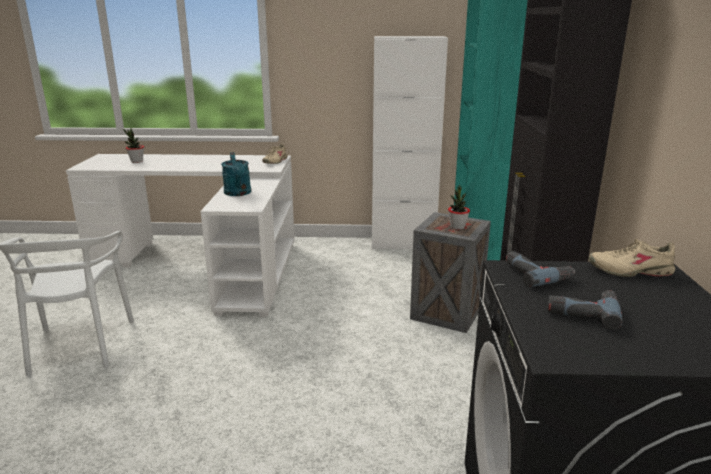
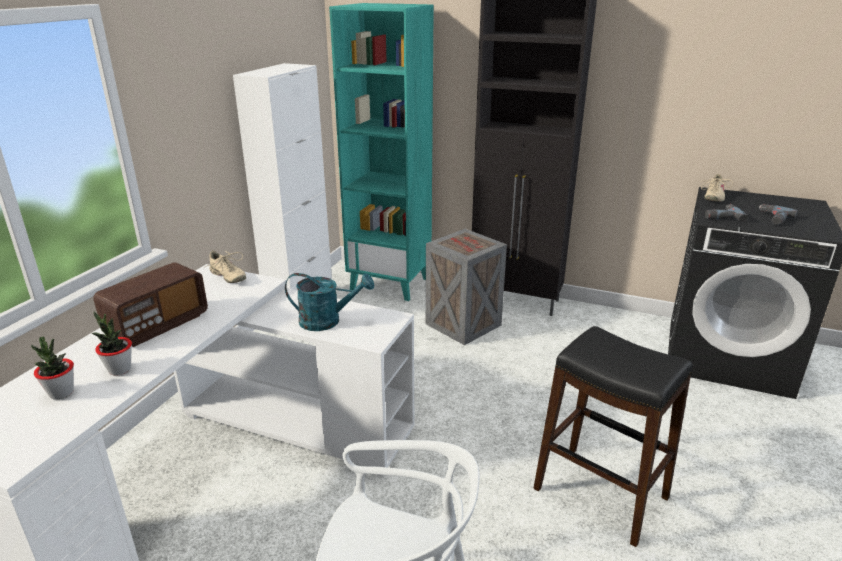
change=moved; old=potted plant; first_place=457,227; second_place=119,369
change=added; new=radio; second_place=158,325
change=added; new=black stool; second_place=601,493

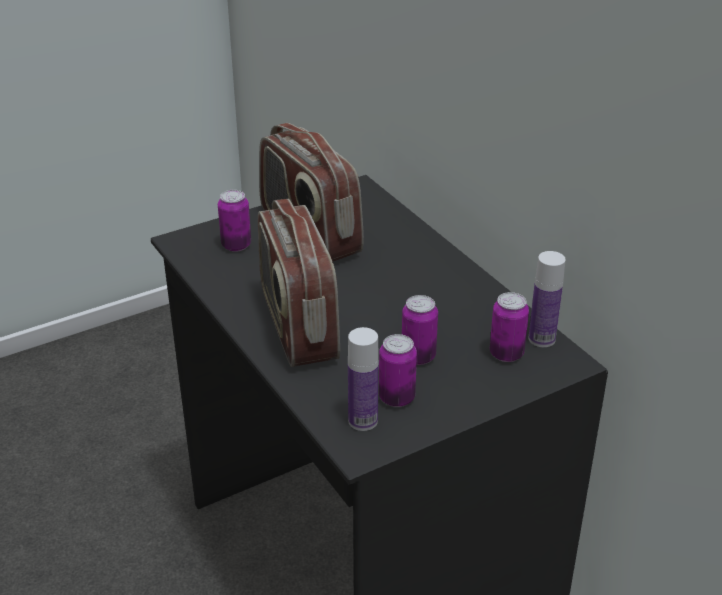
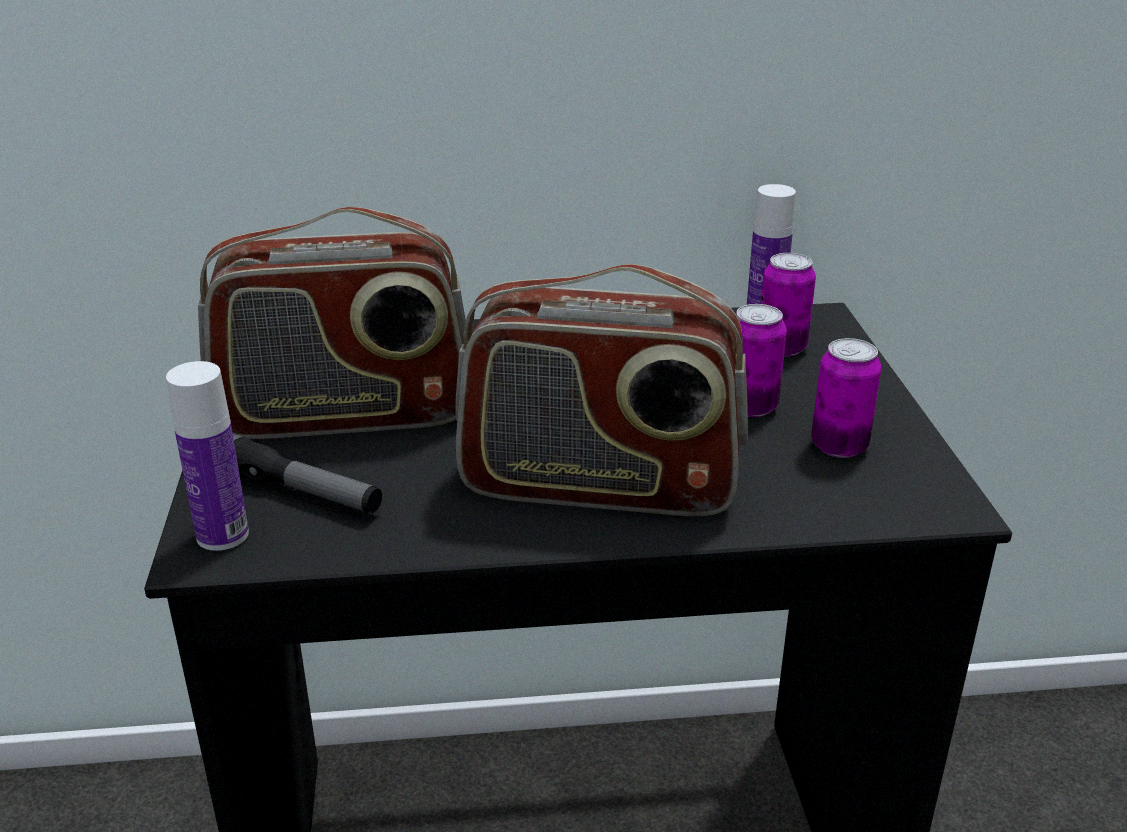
change=replaced; old=can; new=flashlight; first_place=236,245; second_place=297,491
change=moved; old=bottle; first_place=363,421; second_place=222,535

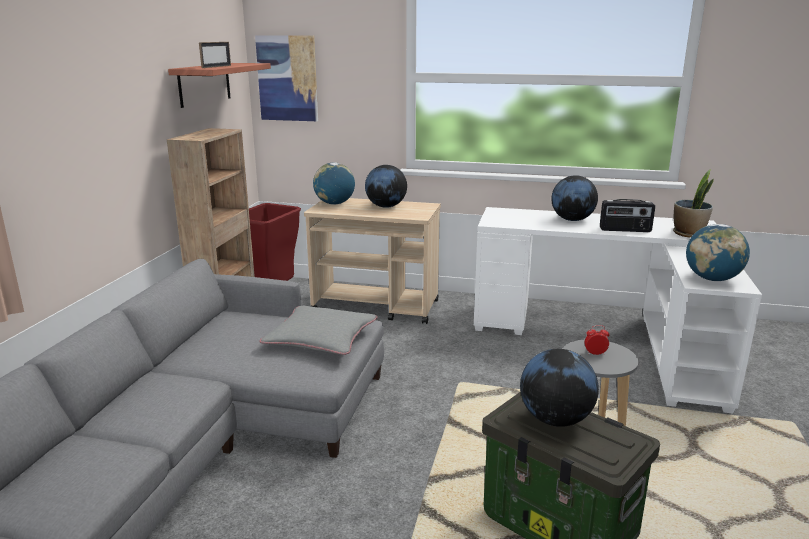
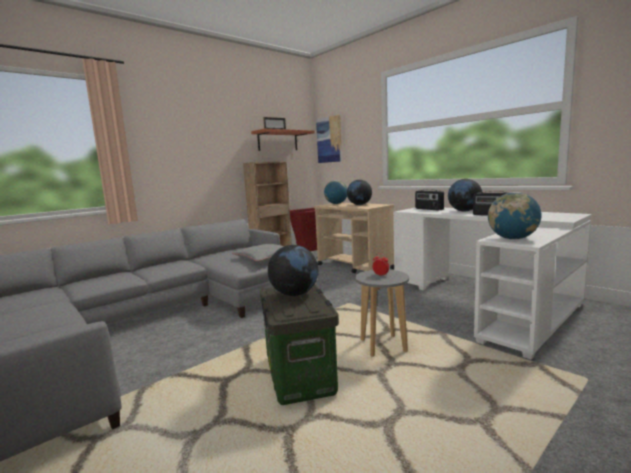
change=removed; old=potted plant; first_place=688,234
change=added; new=radio; second_place=428,209

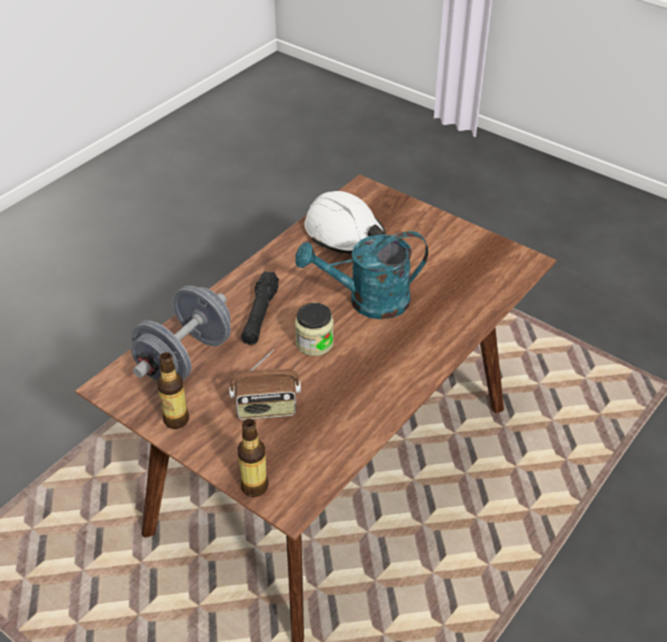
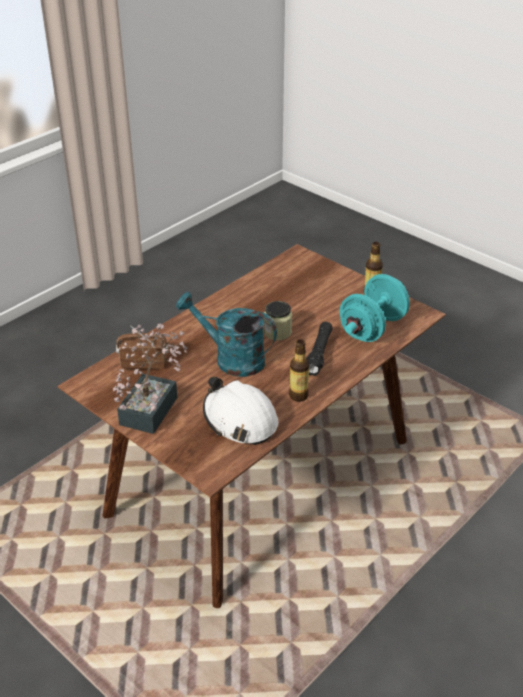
change=turned; old=turquoise watering can; first_place=368,302; second_place=231,359; degrees=-150
change=recoloured; old=grey dumbbell; new=turquoise dumbbell; first_place=185,358; second_place=372,328
change=moved; old=radio; first_place=266,409; second_place=144,362
change=moved; old=bottle; first_place=254,486; second_place=298,396
change=added; new=potted plant; second_place=153,406

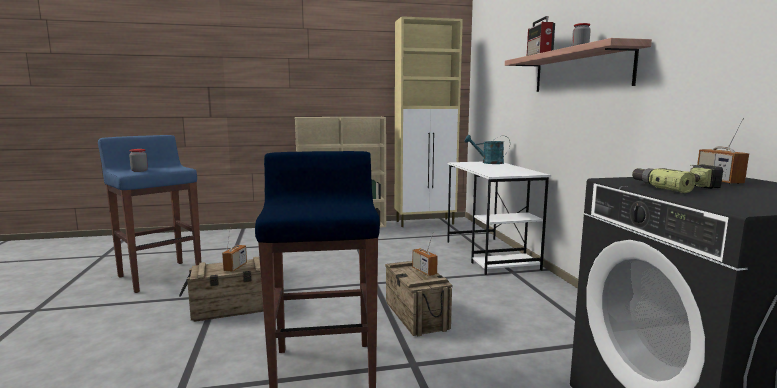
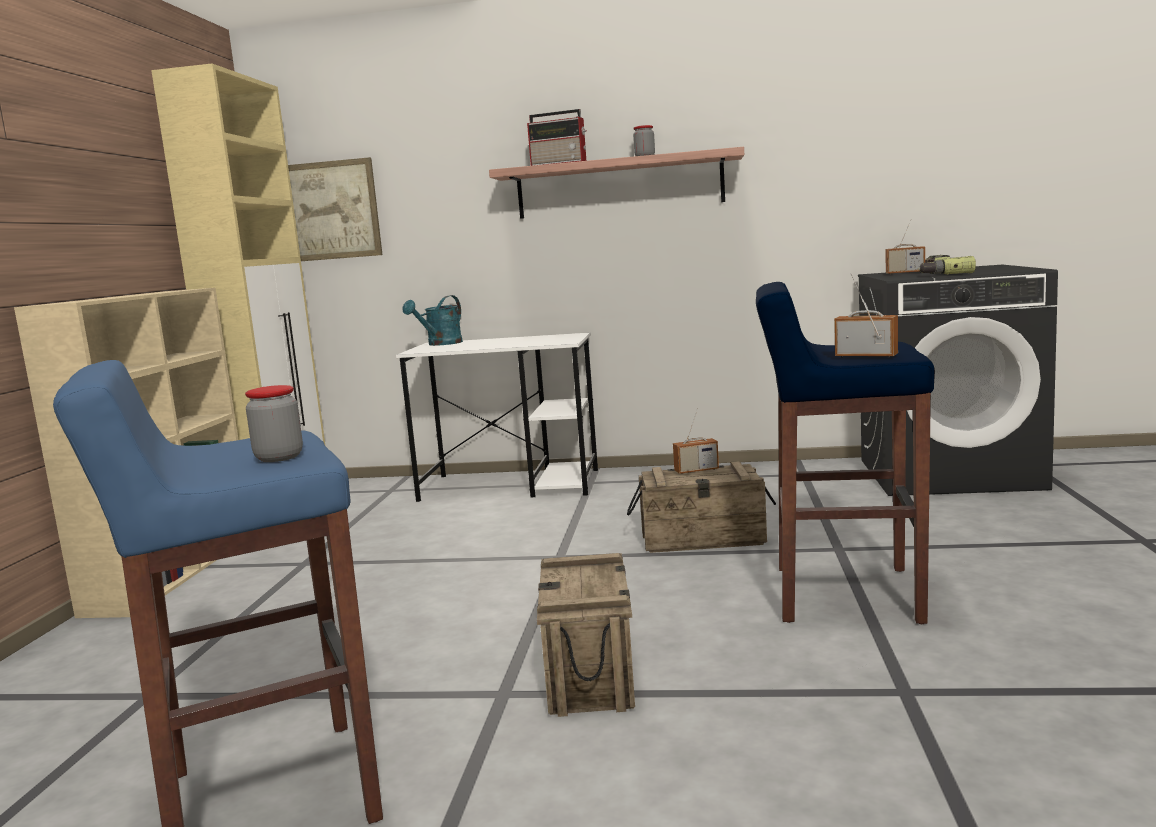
change=moved; old=radio; first_place=235,267; second_place=866,356
change=added; new=picture; second_place=331,210

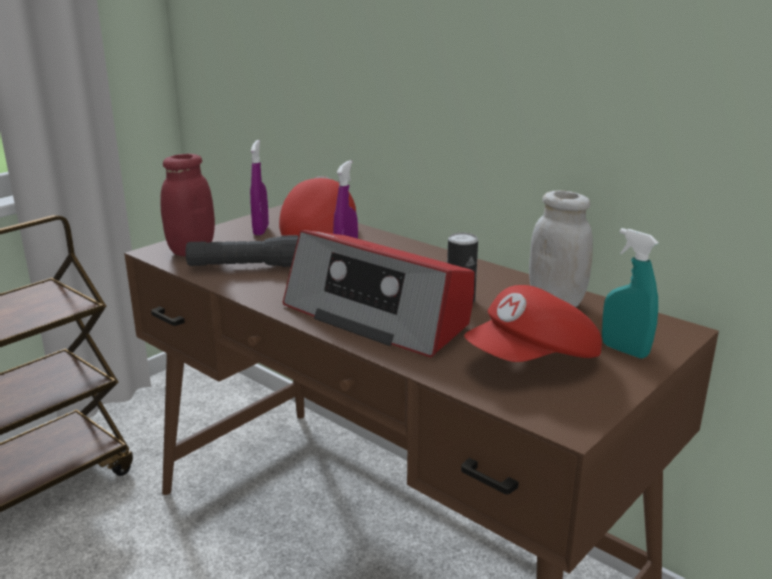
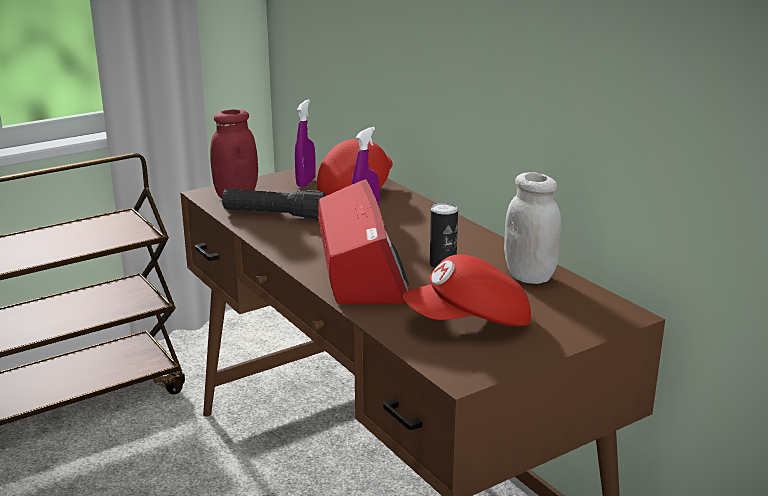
change=removed; old=turquoise spray bottle; first_place=624,350
change=turned; old=radio; first_place=379,315; second_place=362,270; degrees=-150

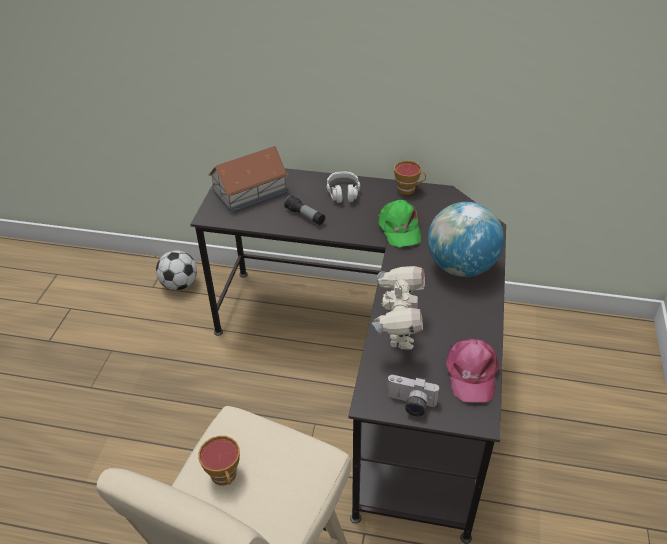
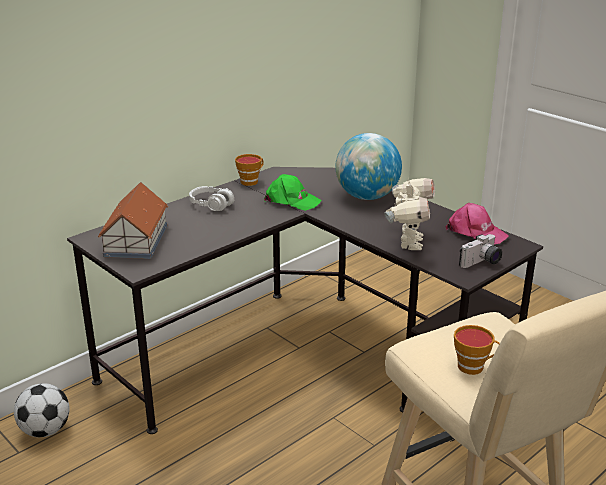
change=removed; old=flashlight; first_place=305,216
change=turned; old=toy robot; first_place=398,335; second_place=408,243; degrees=60

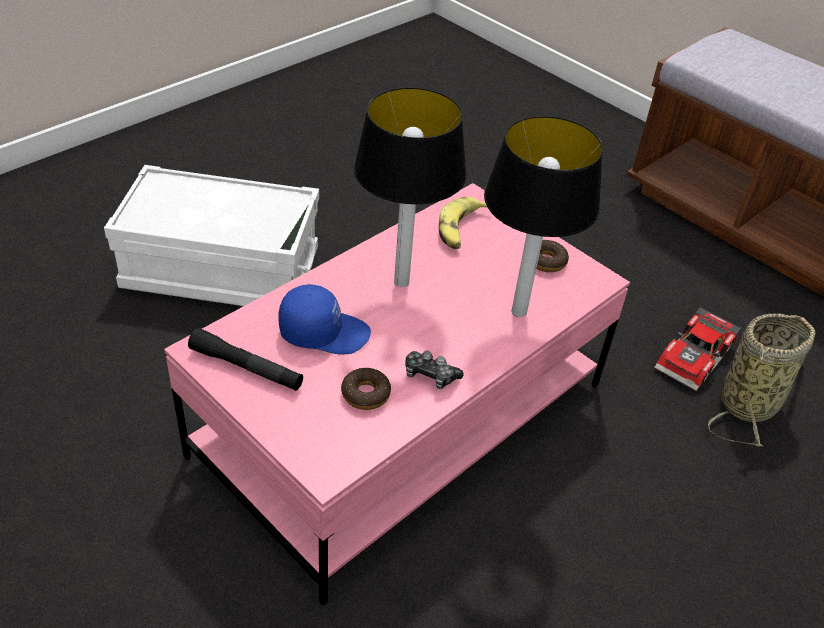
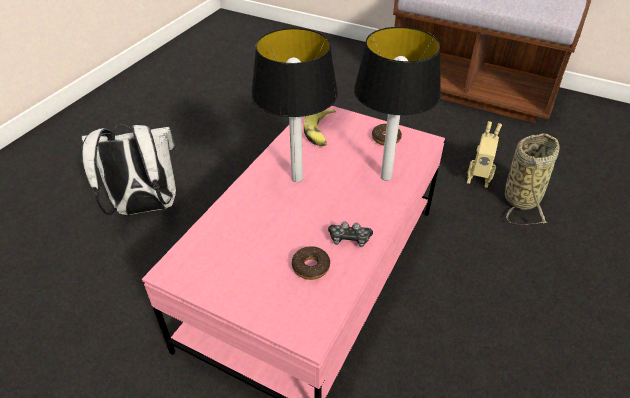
change=replaced; old=white storage box; new=white backpack; first_place=221,270; second_place=145,207
change=removed; old=blue cap; first_place=324,331
change=replaced; old=toy car; new=toy robot; first_place=696,358; second_place=478,179
change=removed; old=black flashlight; first_place=246,367

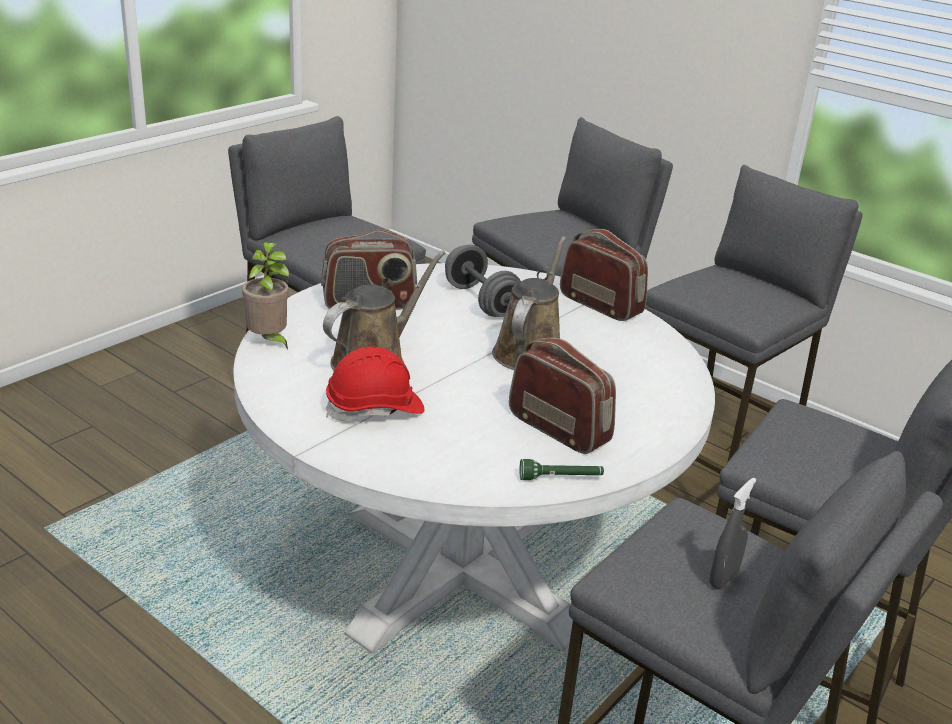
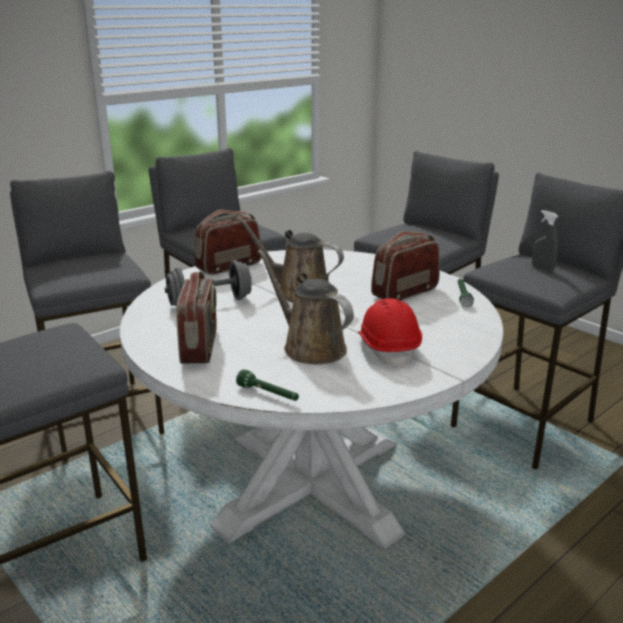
change=replaced; old=potted plant; new=green flashlight; first_place=269,342; second_place=268,394

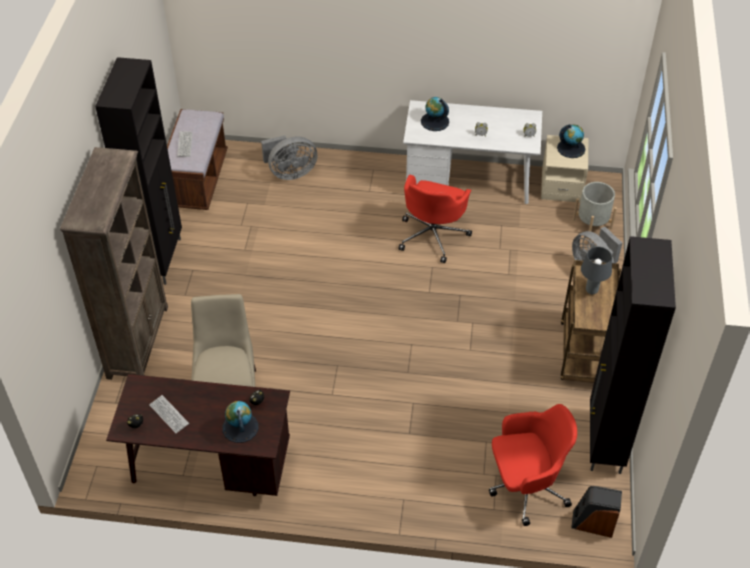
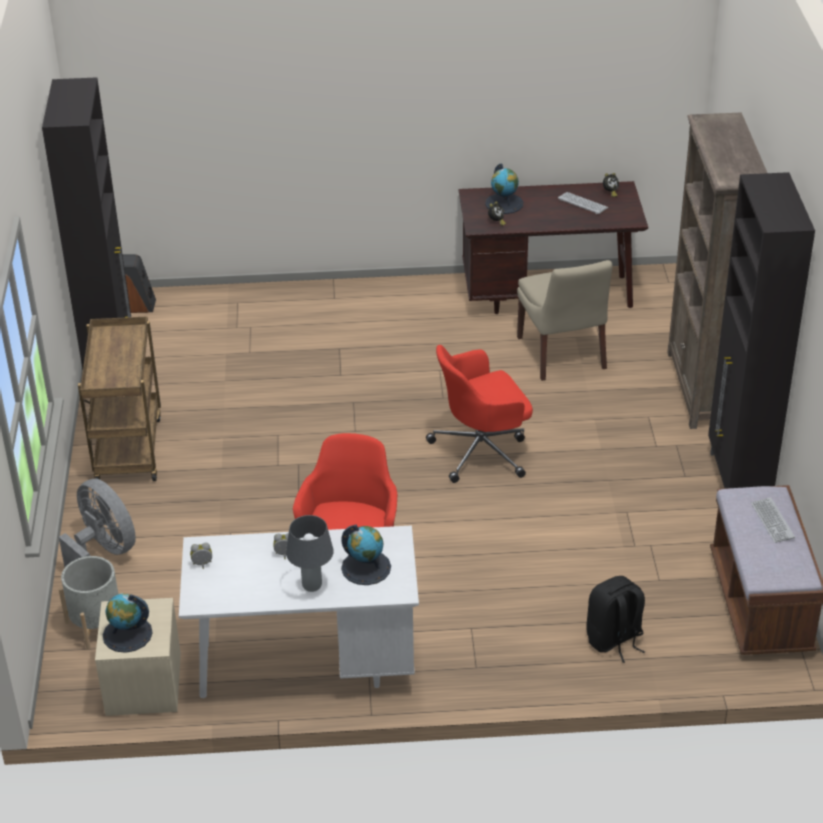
change=replaced; old=grey fan; new=black backpack; first_place=290,173; second_place=614,640
change=moved; old=grey table lamp; first_place=591,290; second_place=312,586
change=moved; old=red office chair; first_place=525,486; second_place=482,451

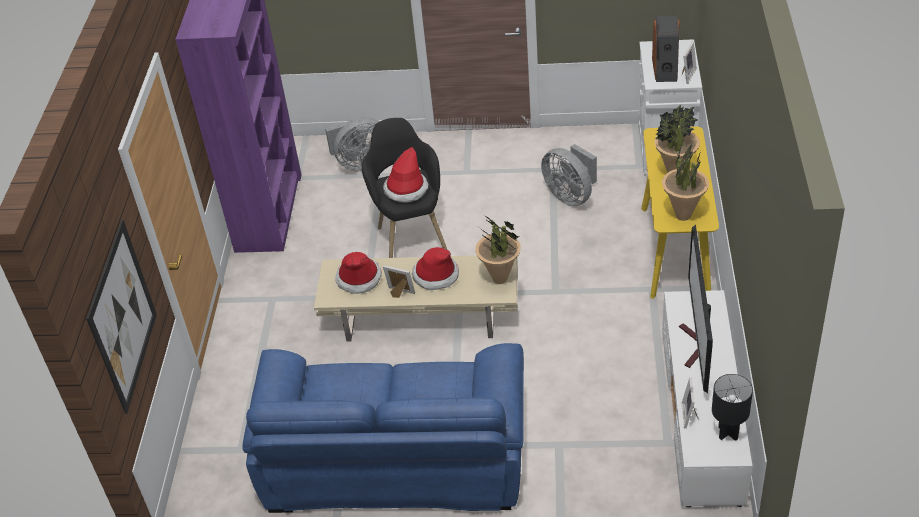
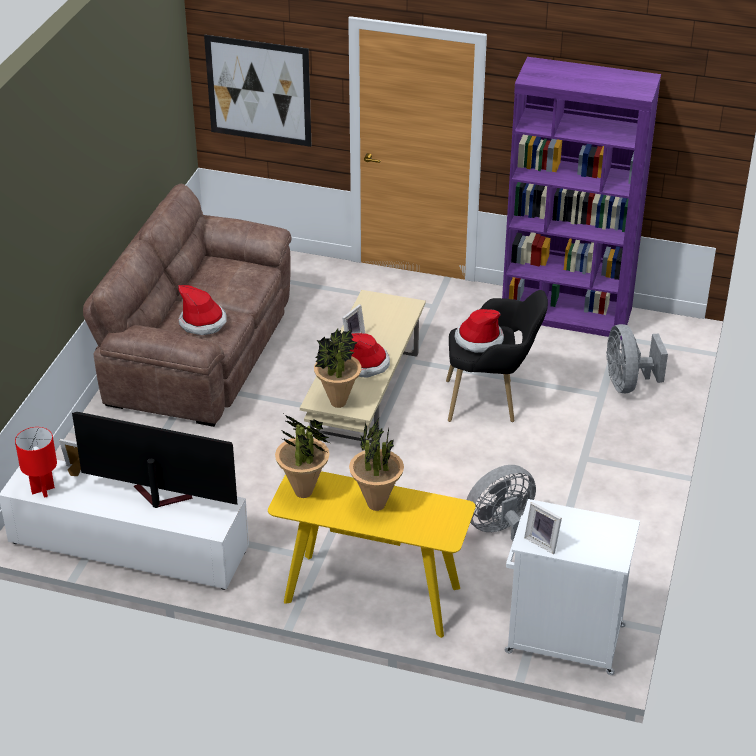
change=removed; old=speaker; first_place=665,69
change=moved; old=hat; first_place=359,278; second_place=203,322
change=recoloured; old=blue sofa; new=brown sofa; first_place=395,461; second_place=197,352
change=recoloured; old=black table lamp; new=red table lamp; first_place=728,432; second_place=43,490

